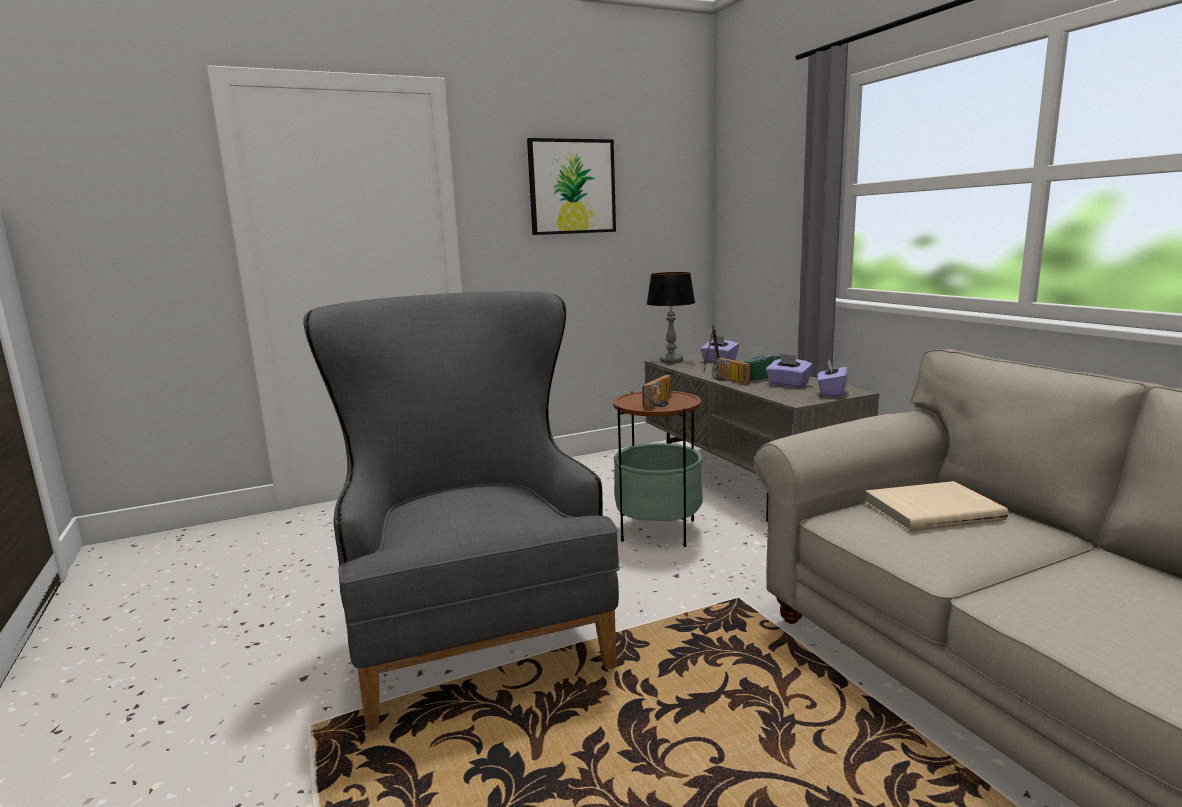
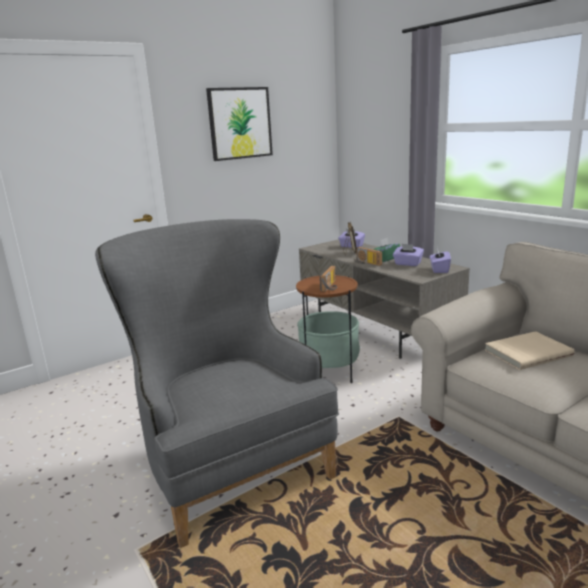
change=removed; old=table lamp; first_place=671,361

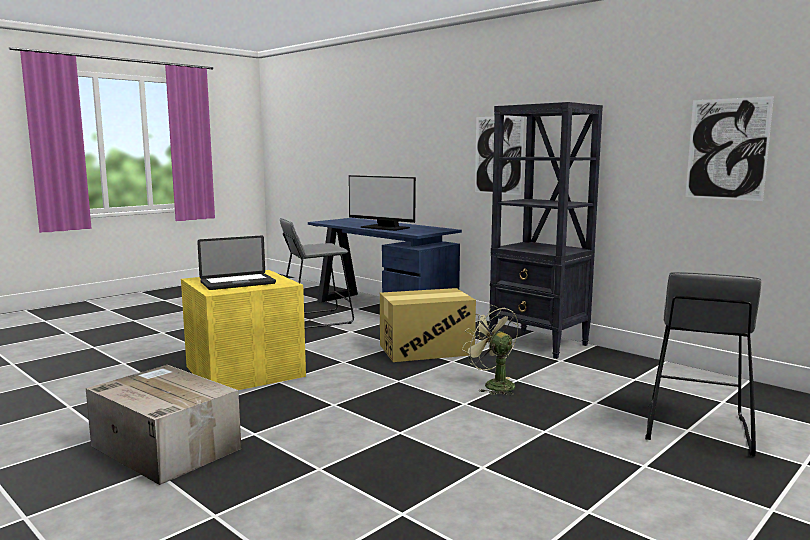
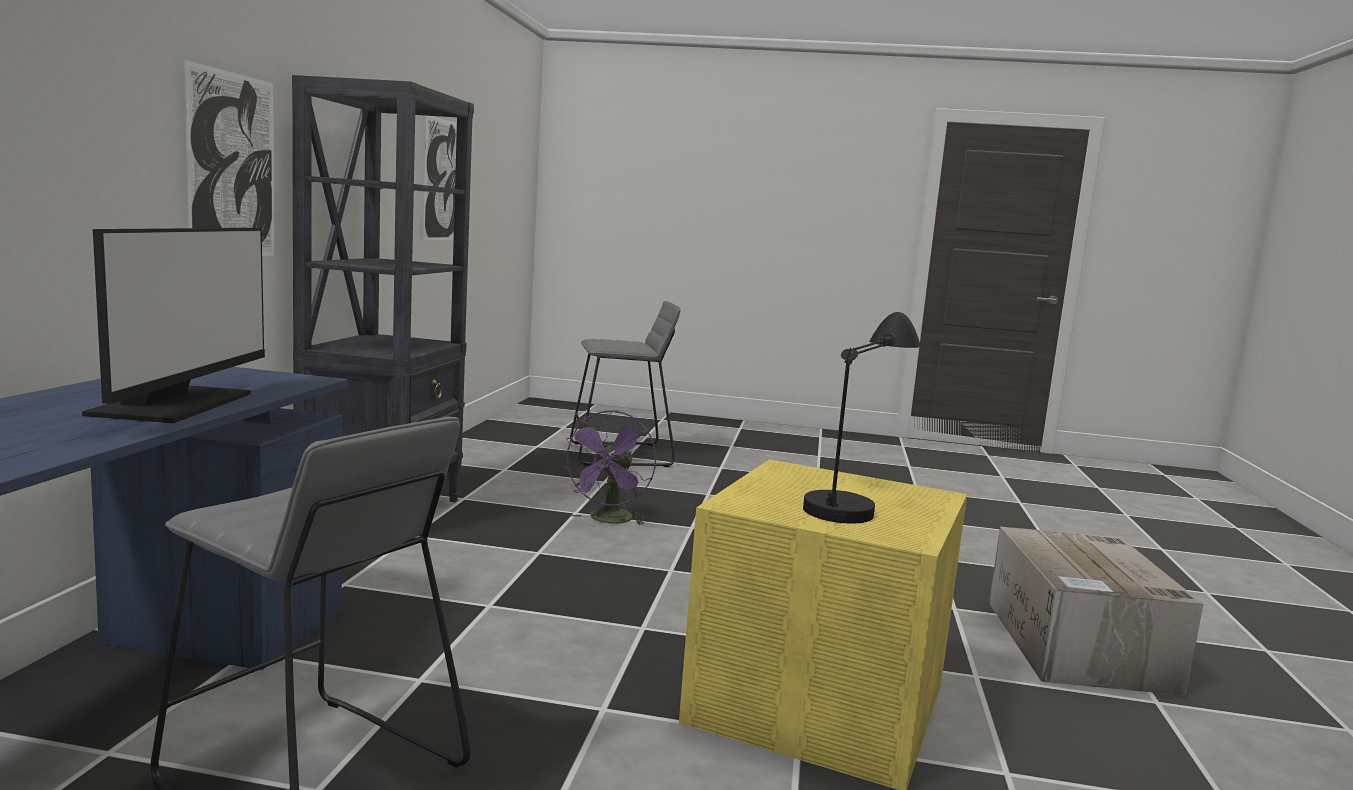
change=replaced; old=laptop; new=black table lamp; first_place=238,283; second_place=856,497
change=removed; old=cardboard box; first_place=426,350
change=recoloured; old=green fan; new=purple fan; first_place=493,385; second_place=609,521

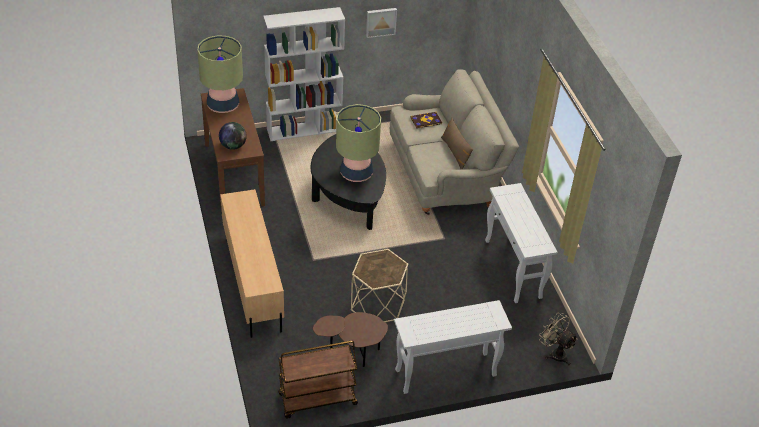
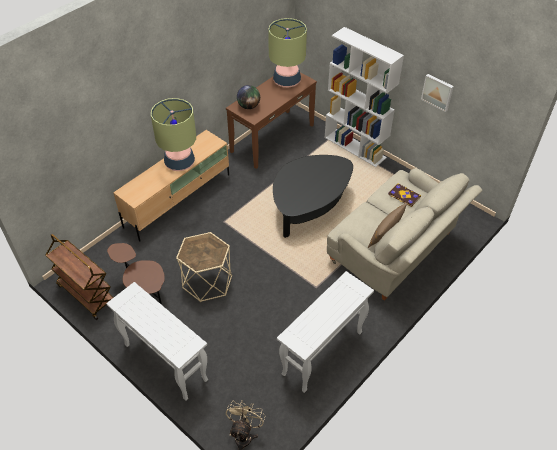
change=moved; old=table lamp; first_place=356,173; second_place=179,162

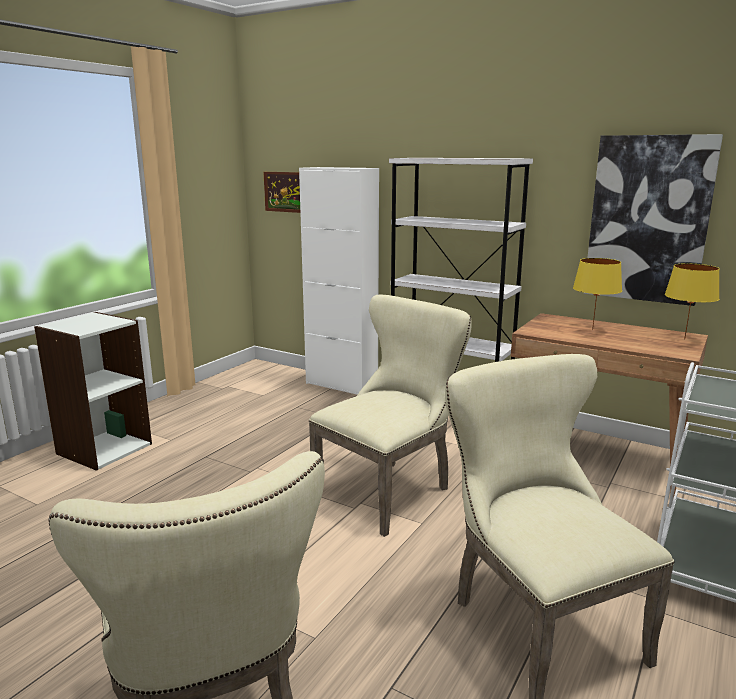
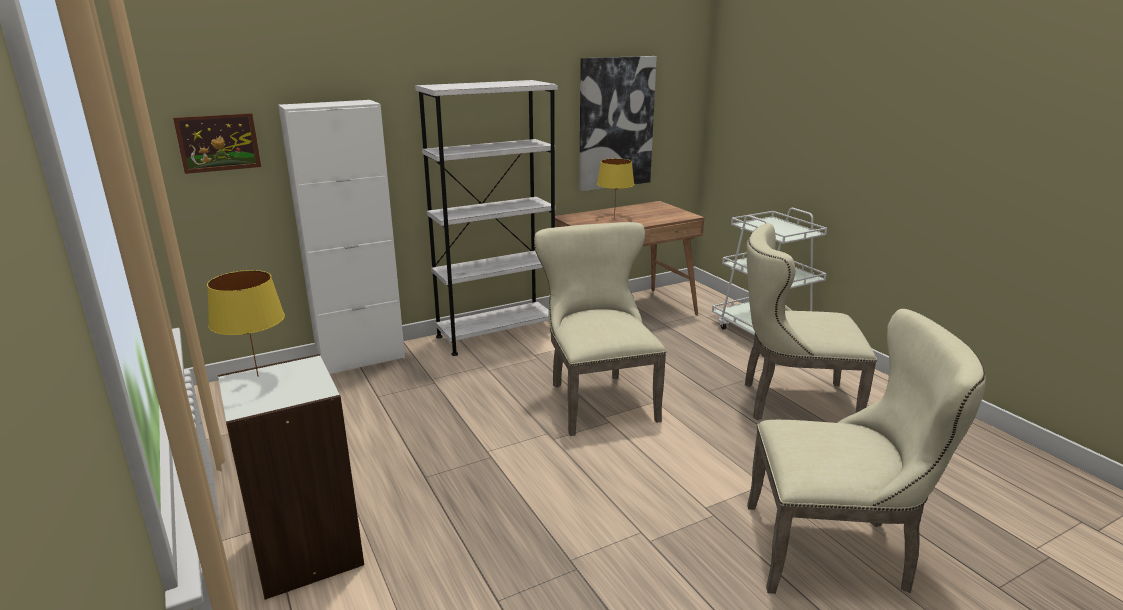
change=moved; old=yellow table lamp; first_place=685,339; second_place=258,376

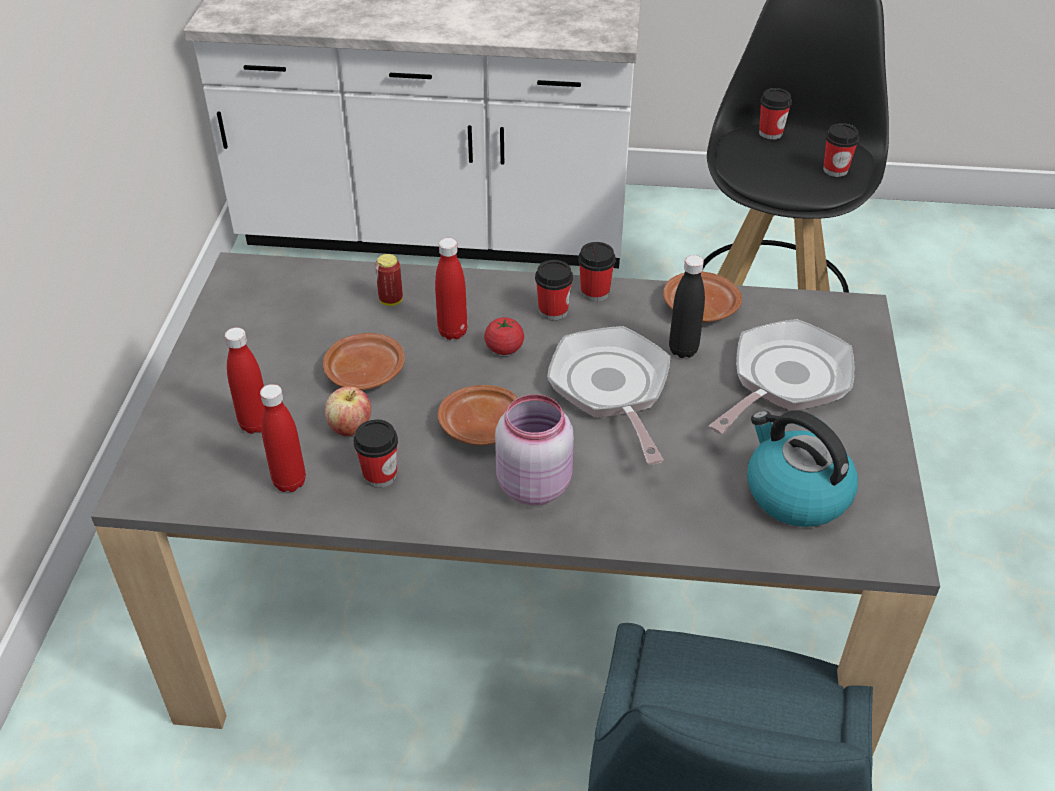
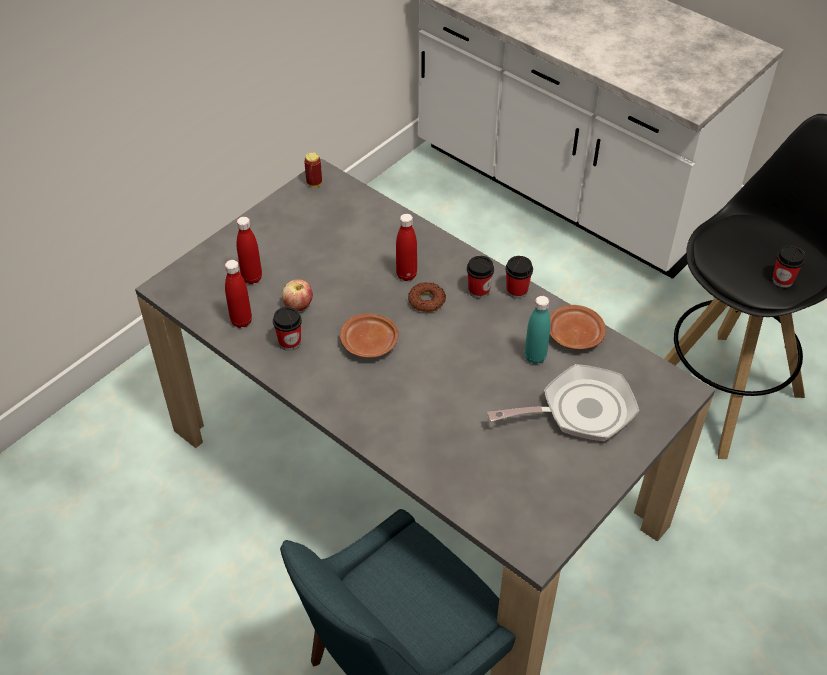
change=removed; old=cup; first_place=770,133
change=moved; old=can; first_place=391,301; second_place=314,183
change=recoloured; old=black bottle; new=turquoise bottle; first_place=683,350; second_place=535,357
change=replaced; old=tomato; new=donut; first_place=504,348; second_place=426,300
change=removed; old=frying pan; first_place=611,389
change=removed; old=brown plate; first_place=365,372
change=removed; old=pink jar; first_place=533,484
change=removed; old=kettle; first_place=795,493

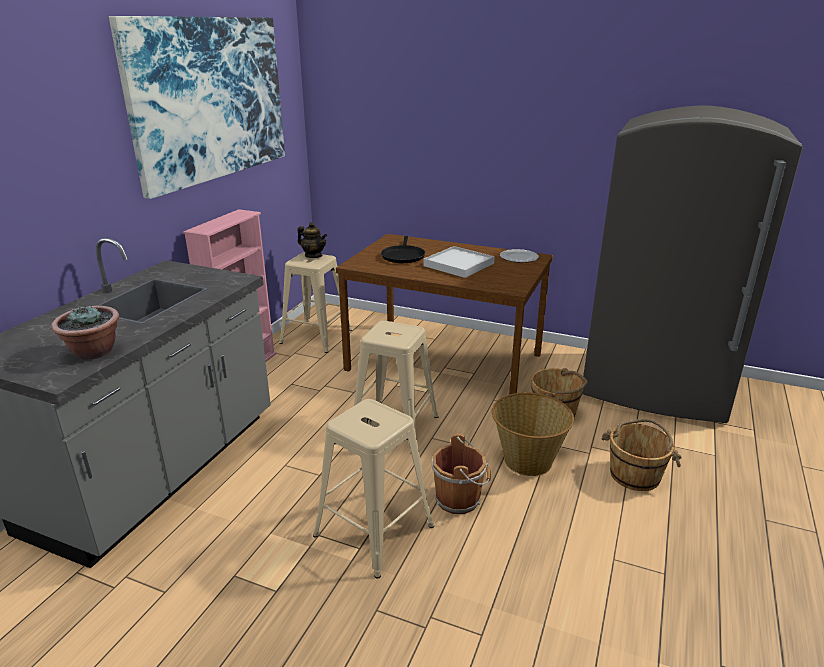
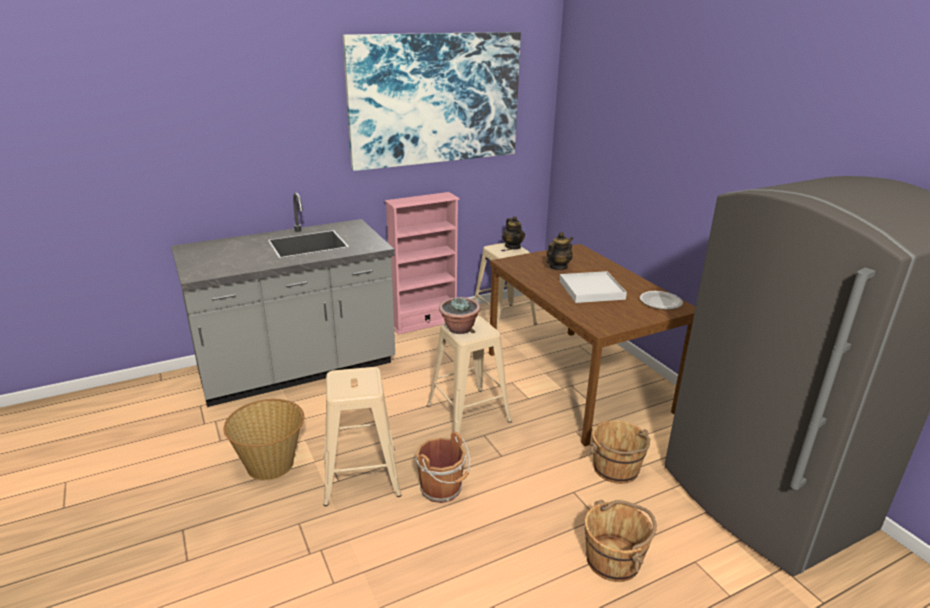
change=replaced; old=black frying pan; new=teapot; first_place=403,256; second_place=558,267
change=moved; old=potted plant; first_place=94,352; second_place=459,329
change=moved; old=basket; first_place=527,460; second_place=271,464

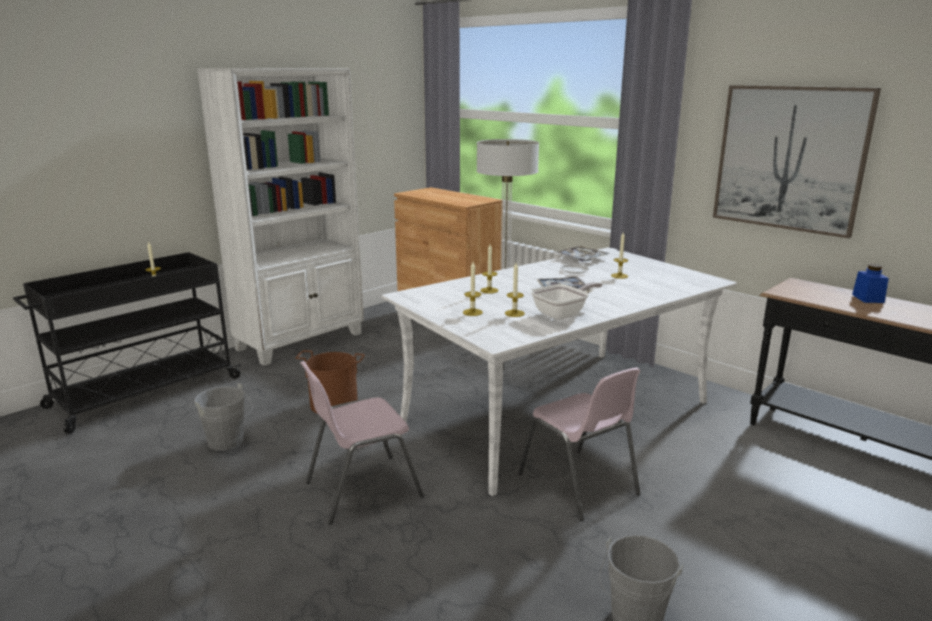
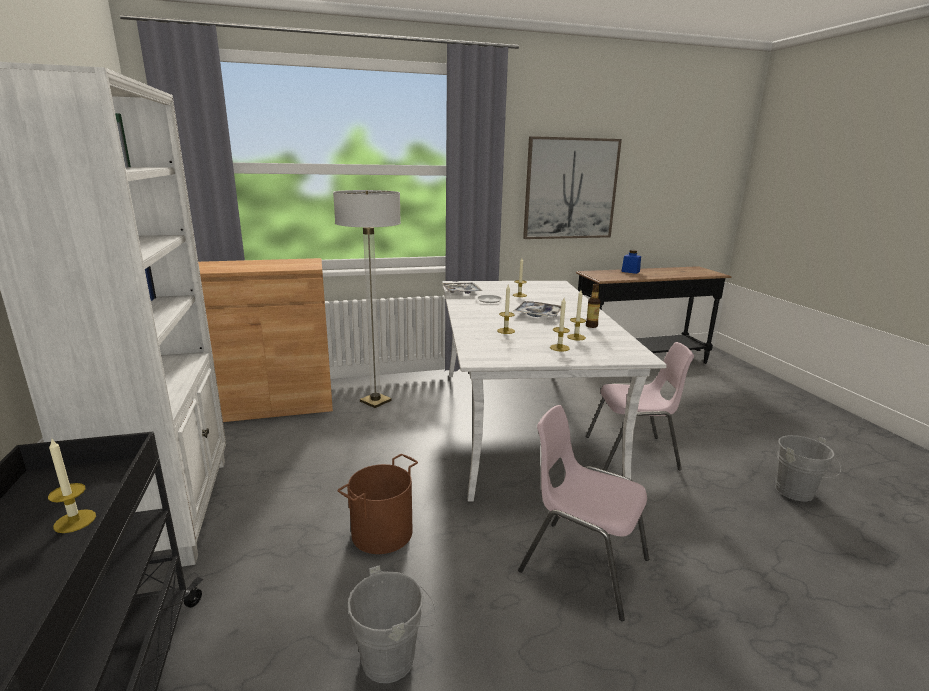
change=replaced; old=frying pan; new=bottle; first_place=563,314; second_place=591,326
change=turned; old=pink chair; first_place=361,489; second_place=582,565; degrees=120

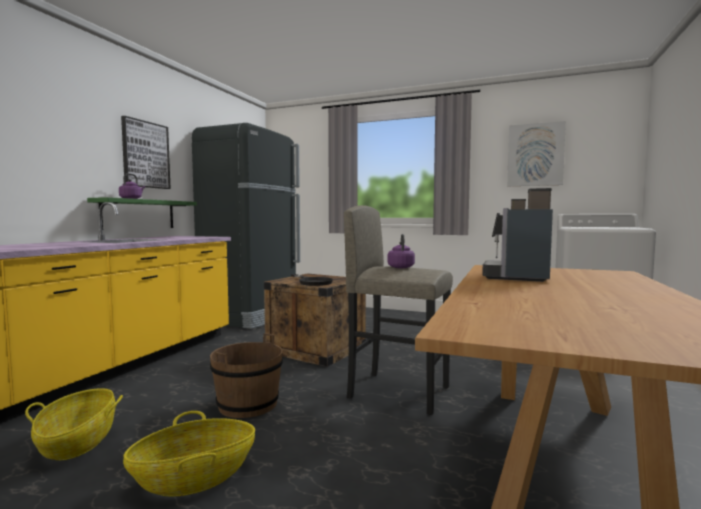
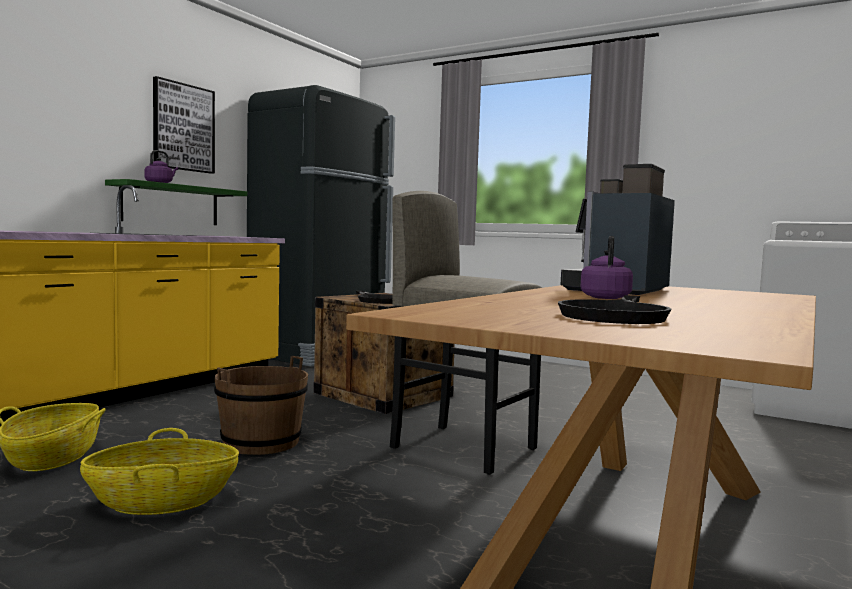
change=removed; old=picture; first_place=535,155
change=moved; old=purple kettle; first_place=401,267; second_place=605,297
change=added; new=black frying pan; second_place=616,315

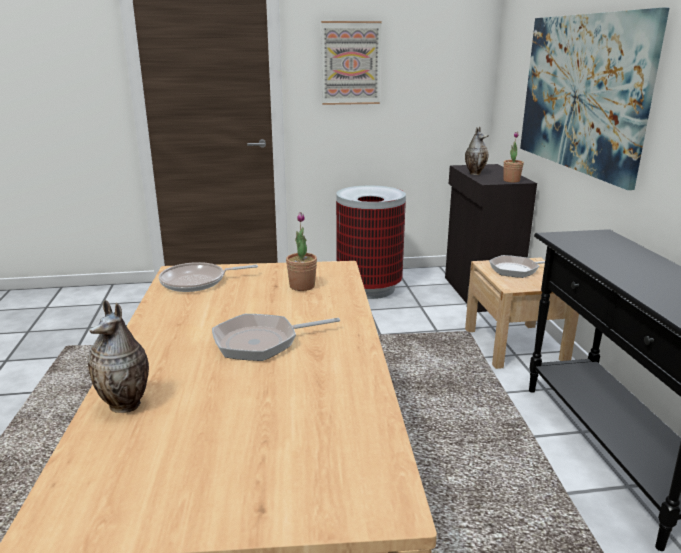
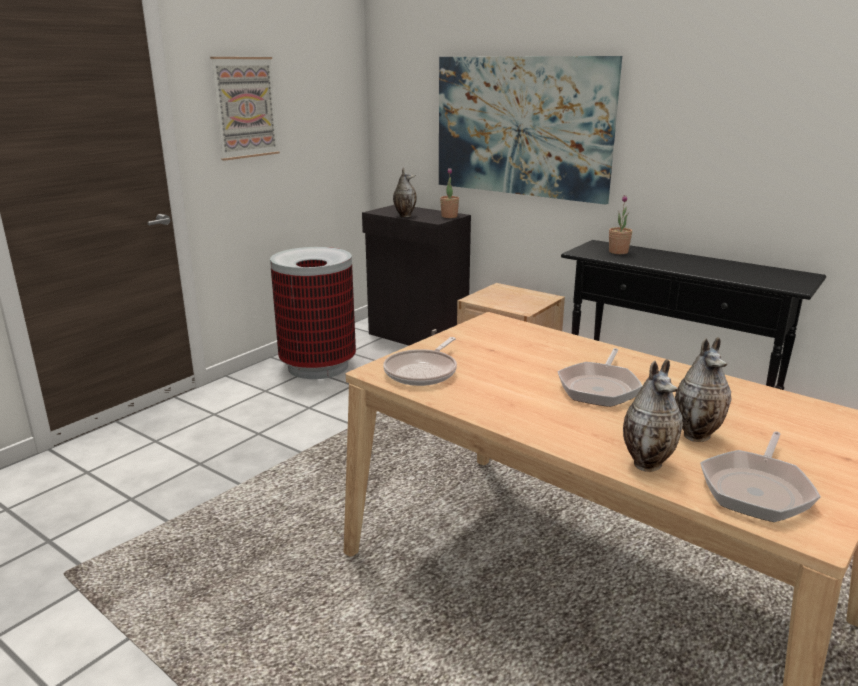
change=moved; old=potted plant; first_place=302,286; second_place=618,252
change=moved; old=frying pan; first_place=517,270; second_place=757,489
change=added; new=vase; second_place=697,435

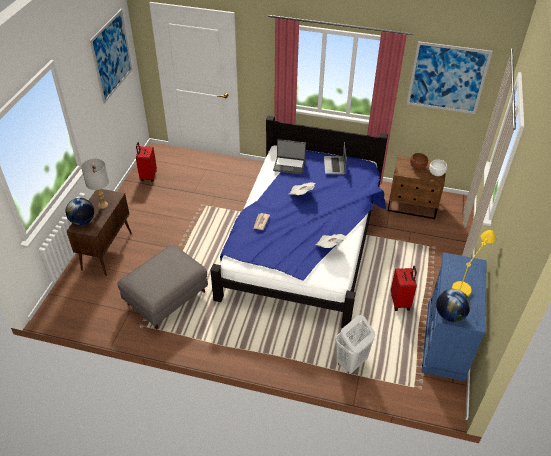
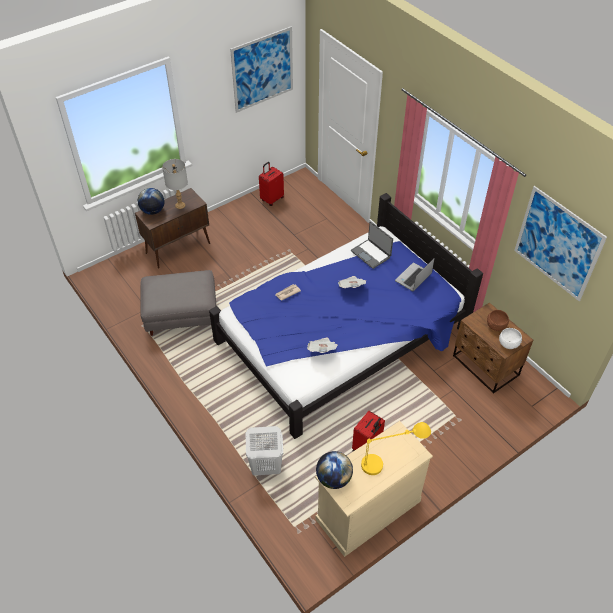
change=recoloured; old=blue dresser; new=beige dresser; first_place=445,341; second_place=368,510

